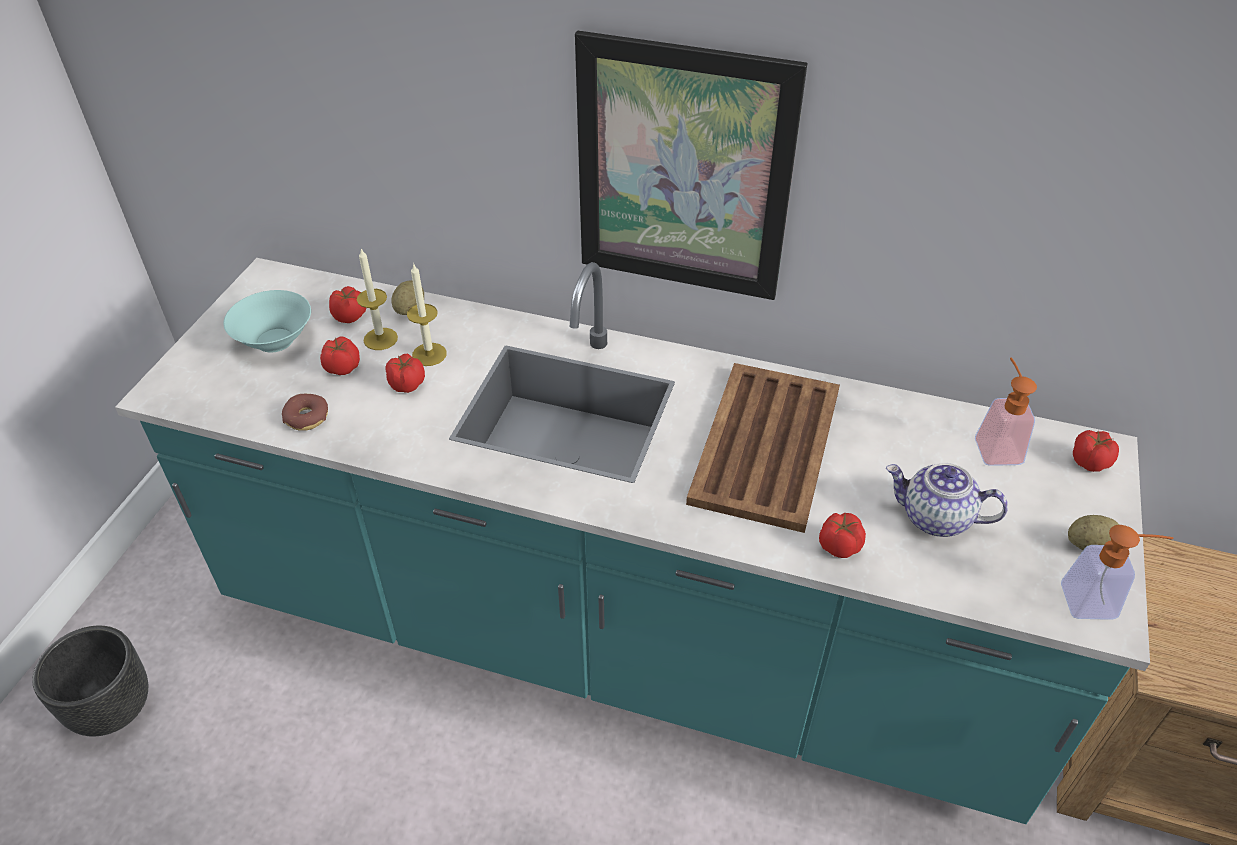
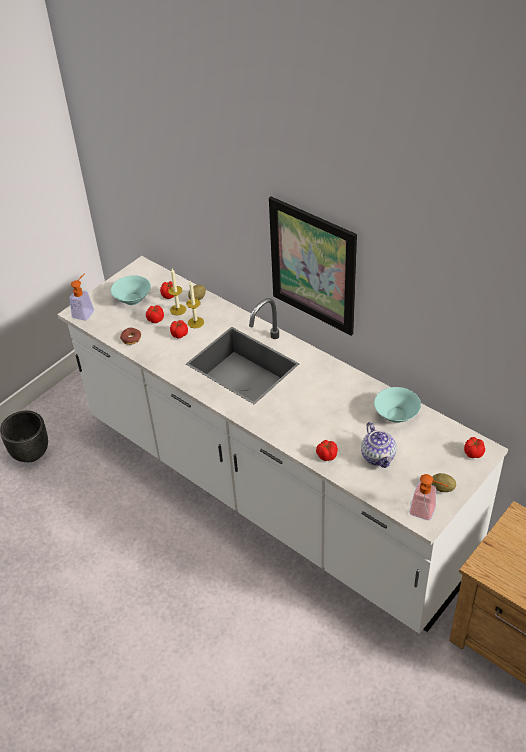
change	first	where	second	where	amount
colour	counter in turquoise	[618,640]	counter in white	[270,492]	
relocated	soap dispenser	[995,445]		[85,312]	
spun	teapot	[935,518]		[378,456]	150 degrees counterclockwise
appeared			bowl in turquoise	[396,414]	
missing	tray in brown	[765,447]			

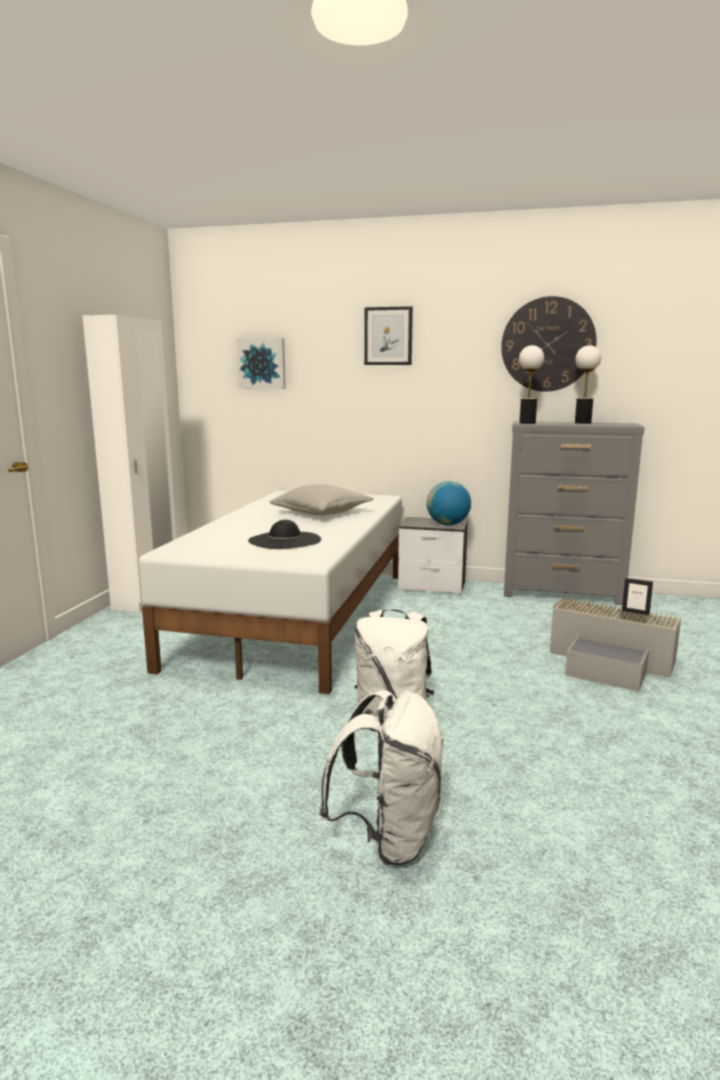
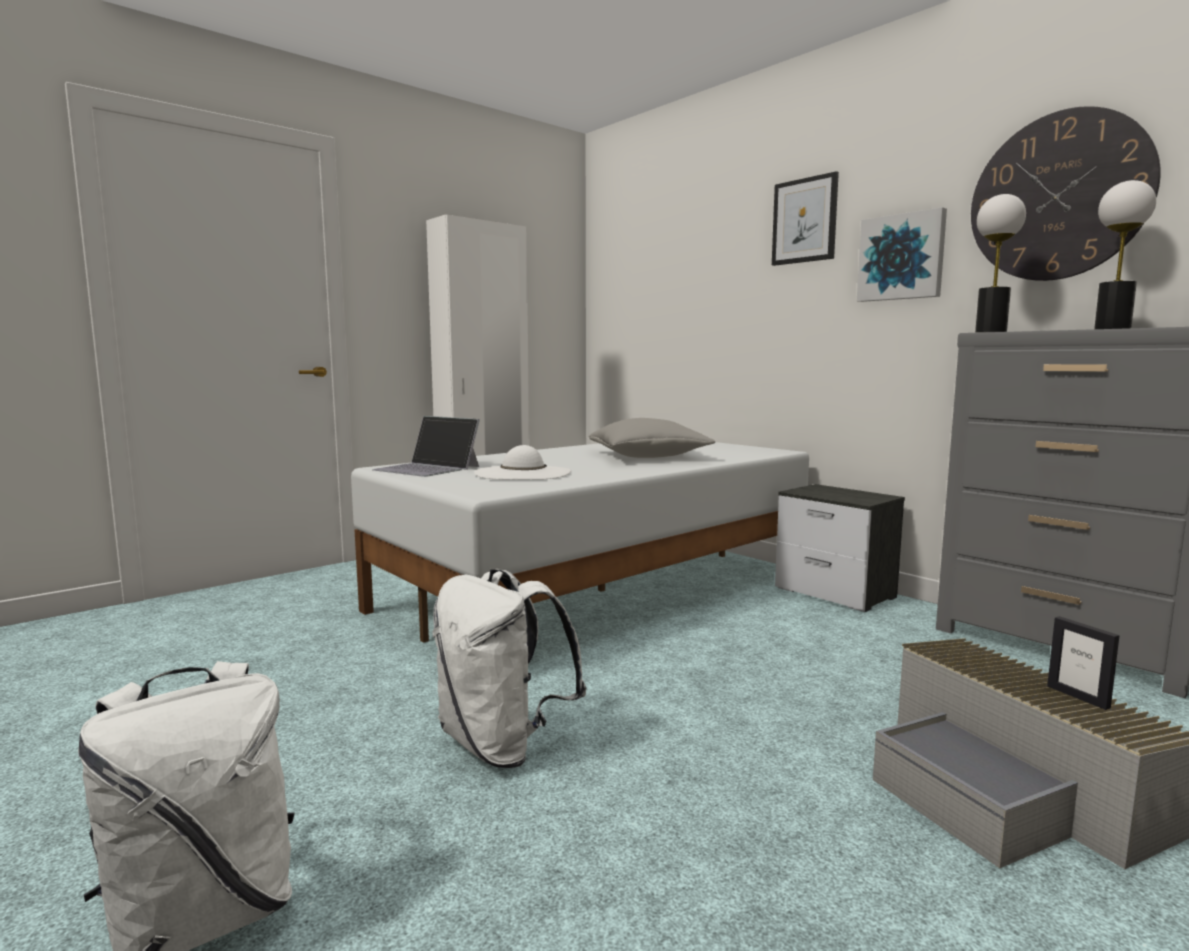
change	first	where	second	where	amount
appeared			laptop	[427,468]	
colour	hat in black	[284,540]	hat in white	[522,473]	
relocated	picture	[262,363]		[902,257]	
missing	globe	[448,524]			

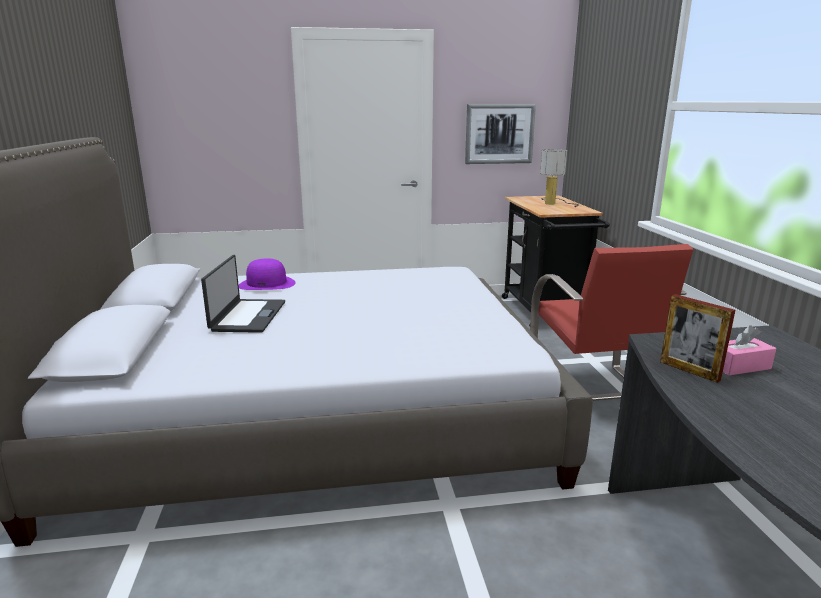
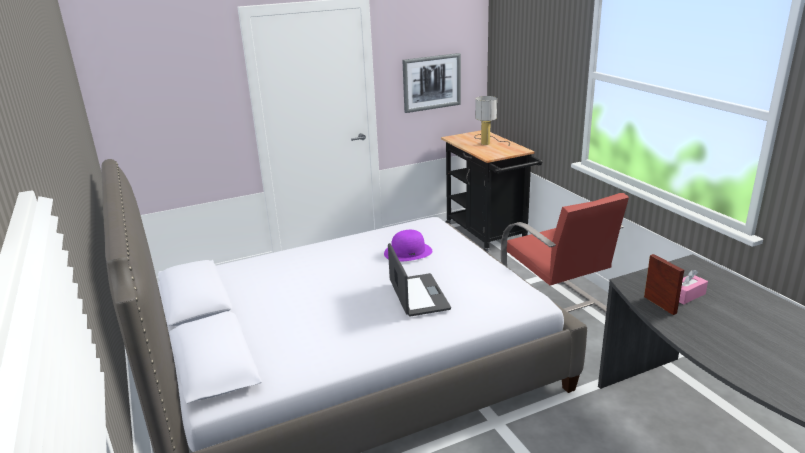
change	first	where	second	where	amount
relocated	hat in purple	[267,284]		[408,252]	
relocated	laptop	[247,316]		[418,295]	
spun	picture frame	[689,371]		[660,305]	150 degrees counterclockwise

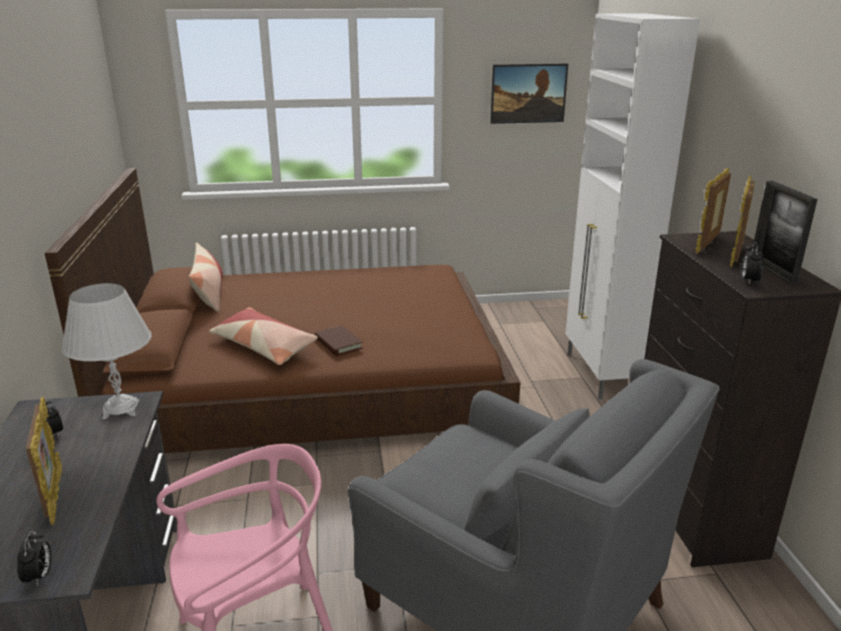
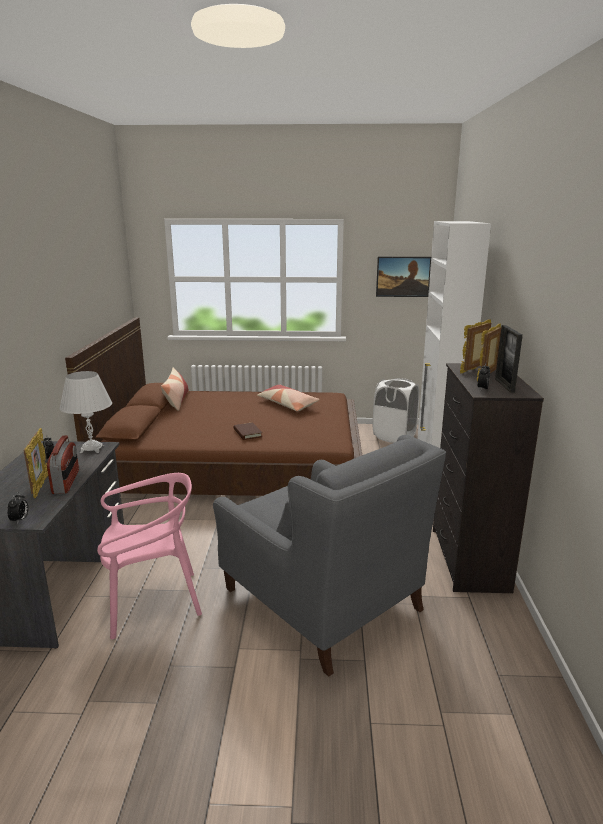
change	first	where	second	where	amount
appeared			radio	[66,482]	
relocated	pillow	[264,346]		[288,404]	
appeared			laundry basket in white	[394,436]	

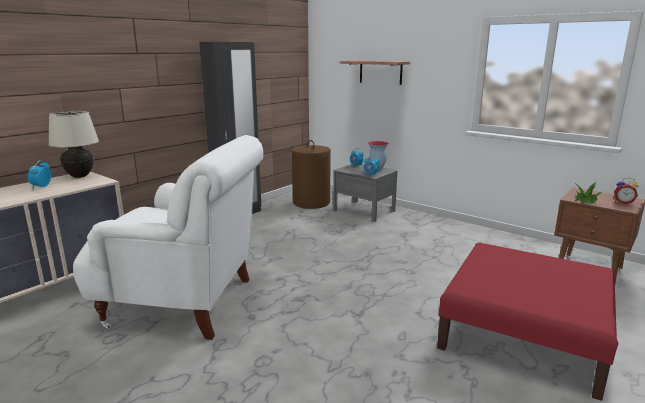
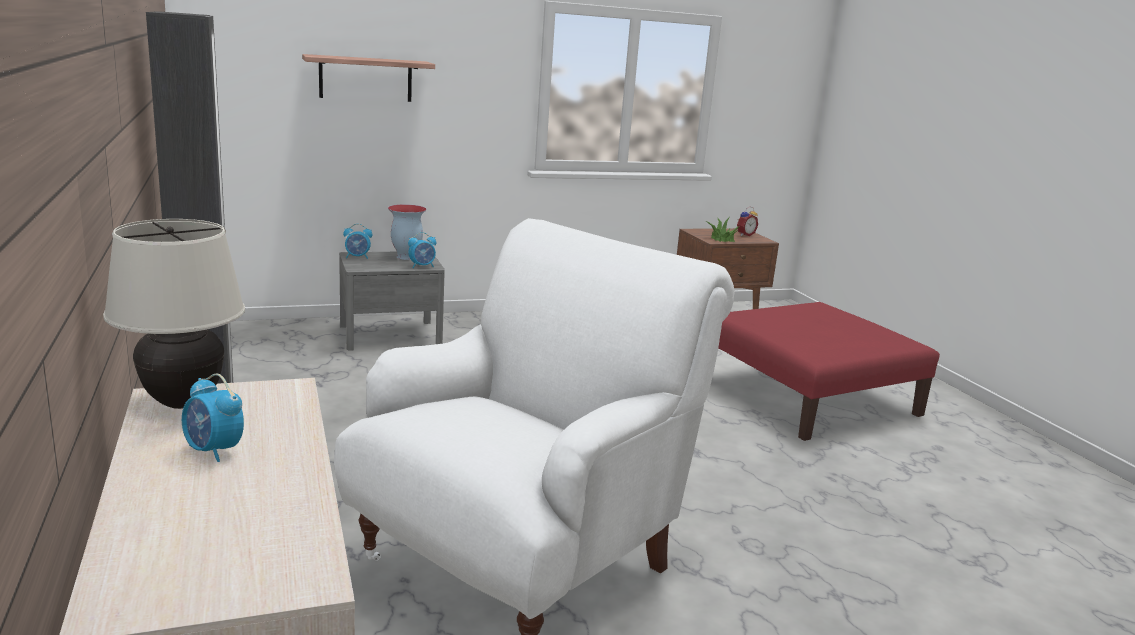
change	first	where	second	where	amount
missing	laundry basket in brown	[311,202]			

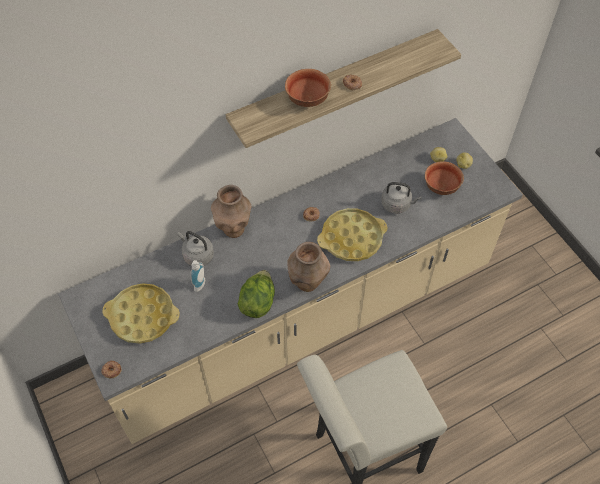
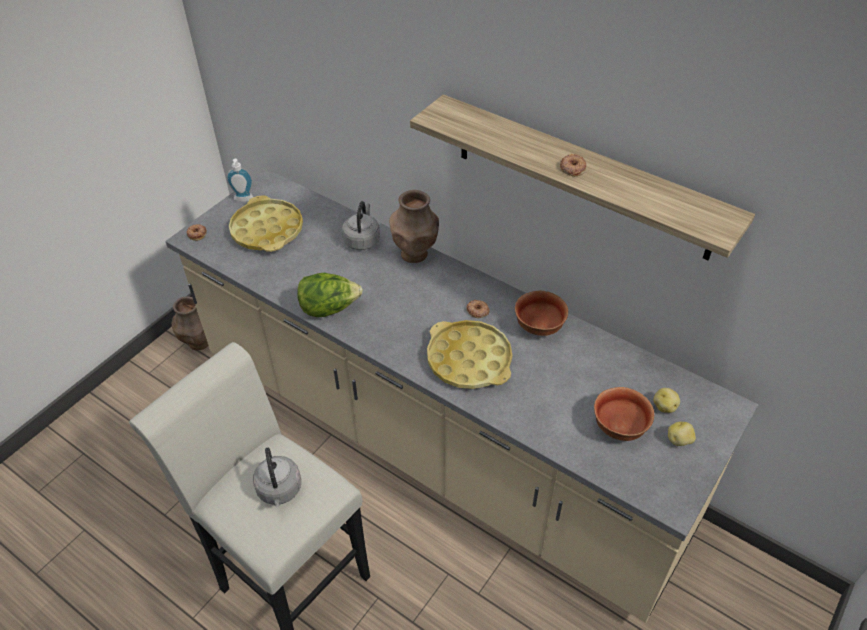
change	first	where	second	where	amount
relocated	vase in brown	[307,283]		[199,343]	
relocated	soap dispenser	[201,285]		[243,200]	
relocated	kettle in grey	[397,204]		[279,491]	
relocated	bowl	[307,100]		[538,326]	

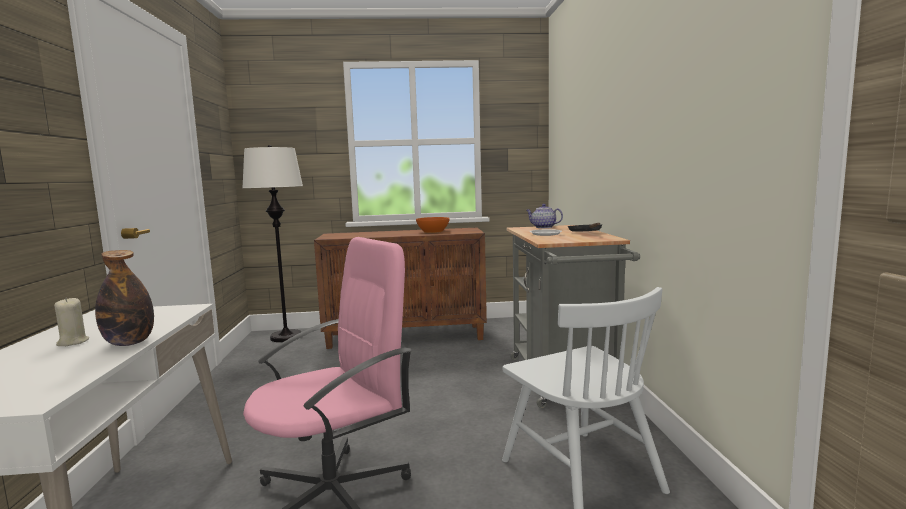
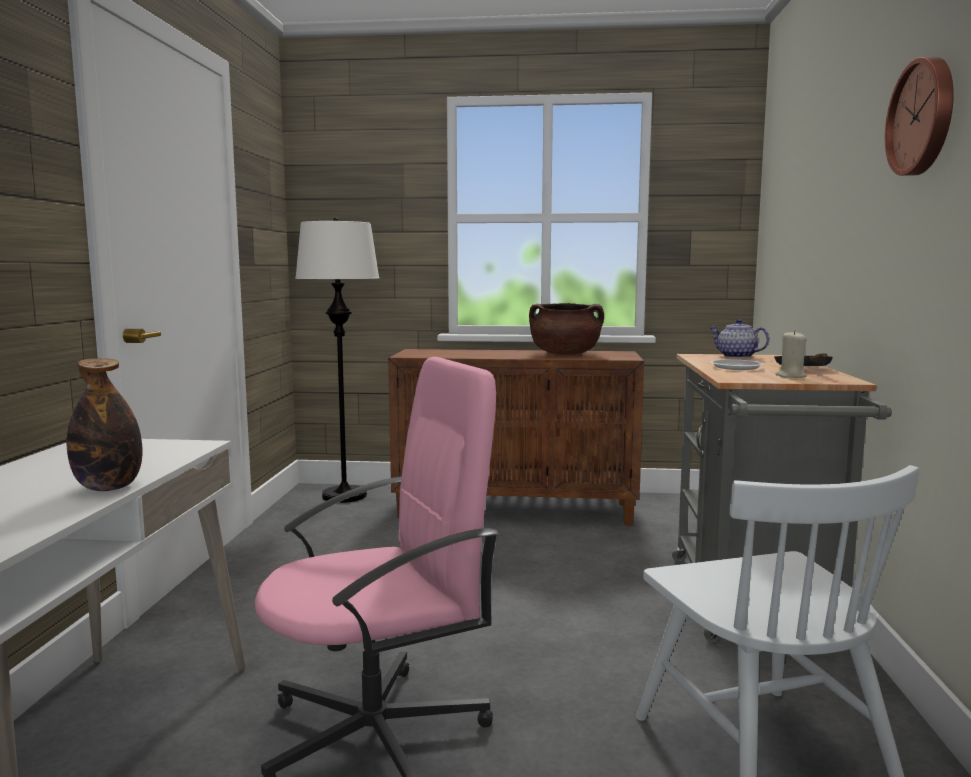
change	first	where	second	where	amount
exchanged	bowl in orange	[433,231]	cooking pot in brown	[565,354]	
relocated	candle in beige	[72,342]		[790,376]	
appeared			wall clock	[923,117]	

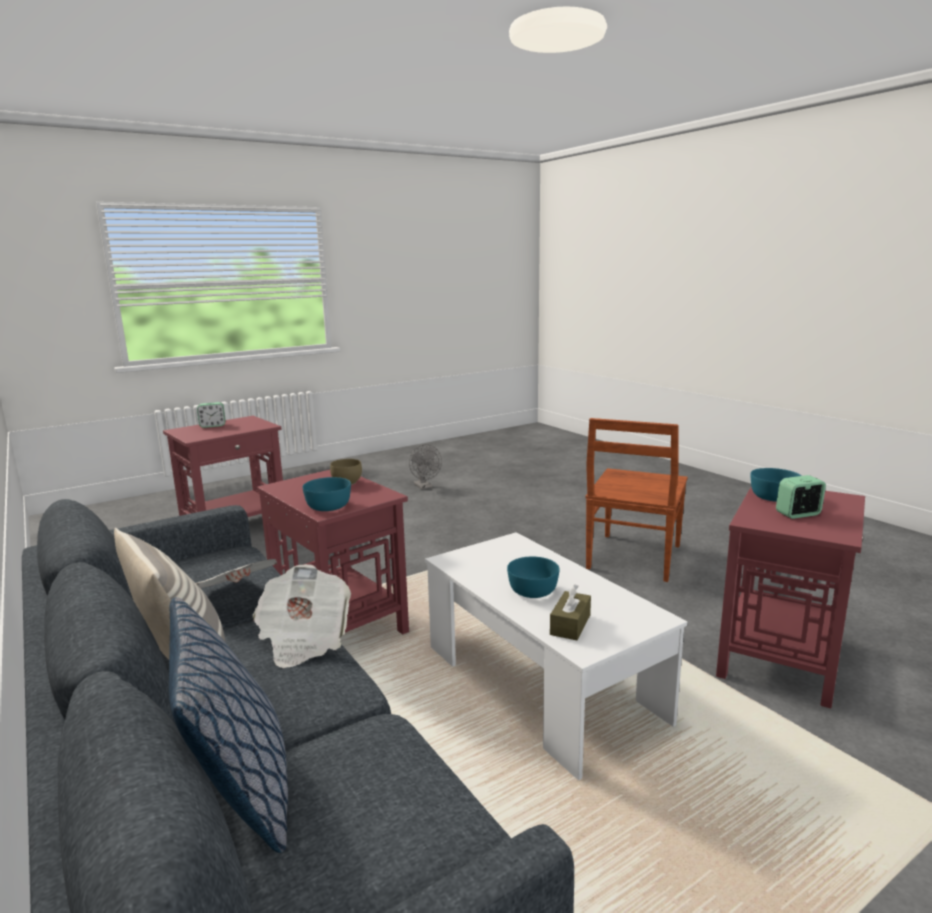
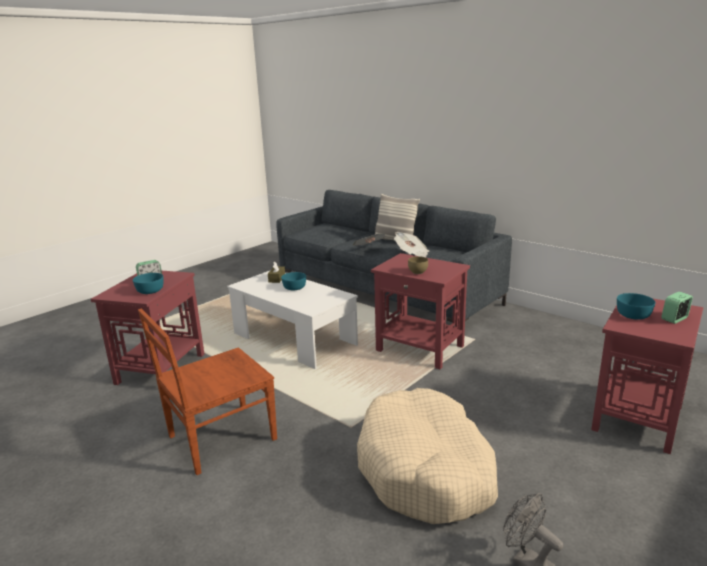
change	first	where	second	where	amount
spun	chair in brown	[633,558]		[219,439]	135 degrees counterclockwise
appeared			dog bed in beige	[426,470]	
relocated	bowl in turquoise	[329,506]		[633,315]	
missing	pillow	[240,793]			

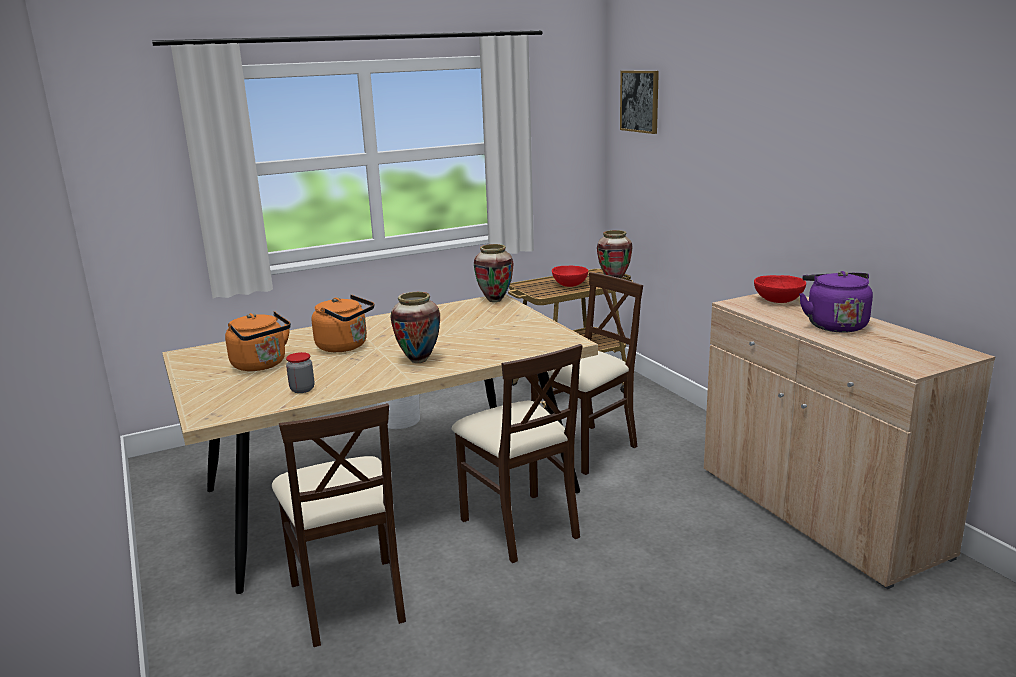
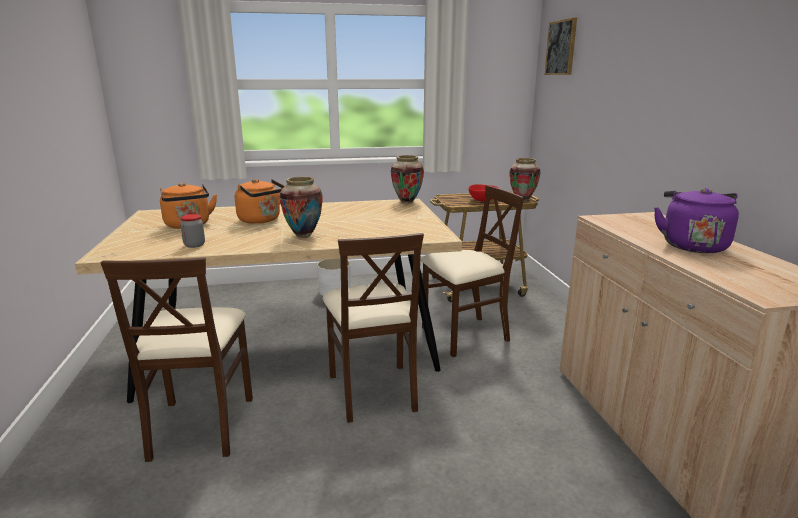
change	first	where	second	where	amount
missing	bowl in red	[777,301]			

